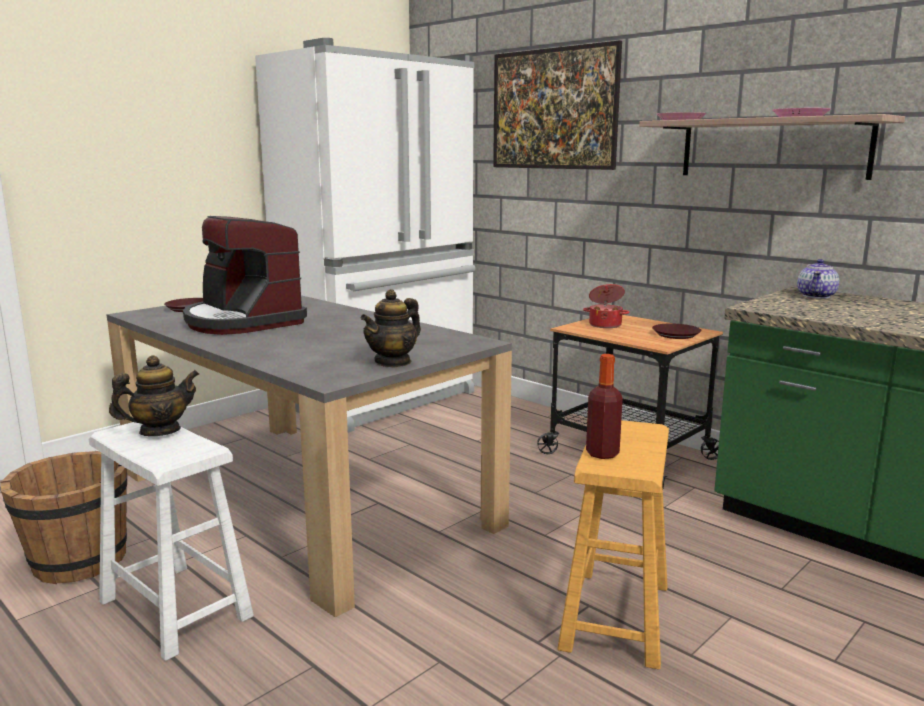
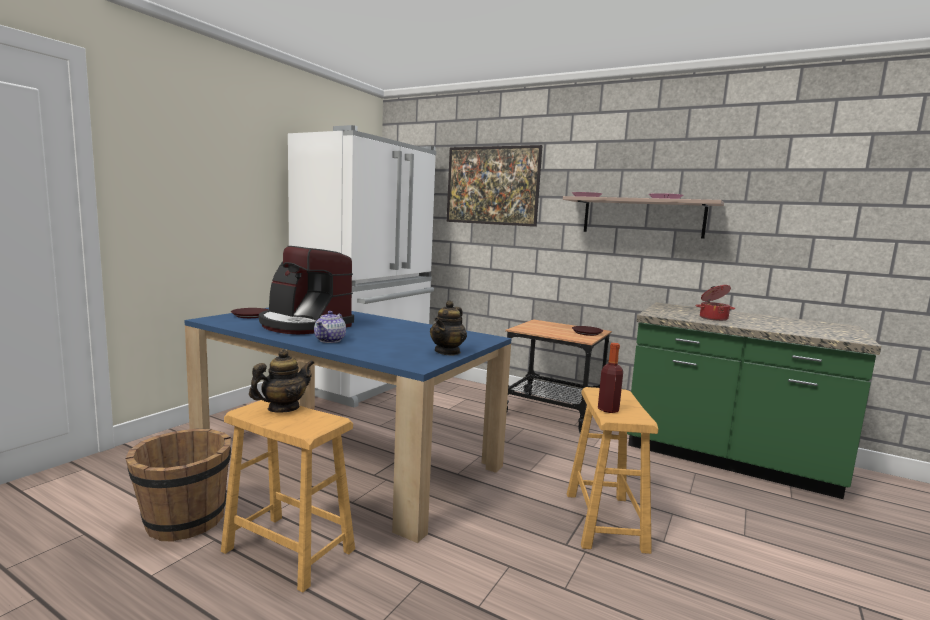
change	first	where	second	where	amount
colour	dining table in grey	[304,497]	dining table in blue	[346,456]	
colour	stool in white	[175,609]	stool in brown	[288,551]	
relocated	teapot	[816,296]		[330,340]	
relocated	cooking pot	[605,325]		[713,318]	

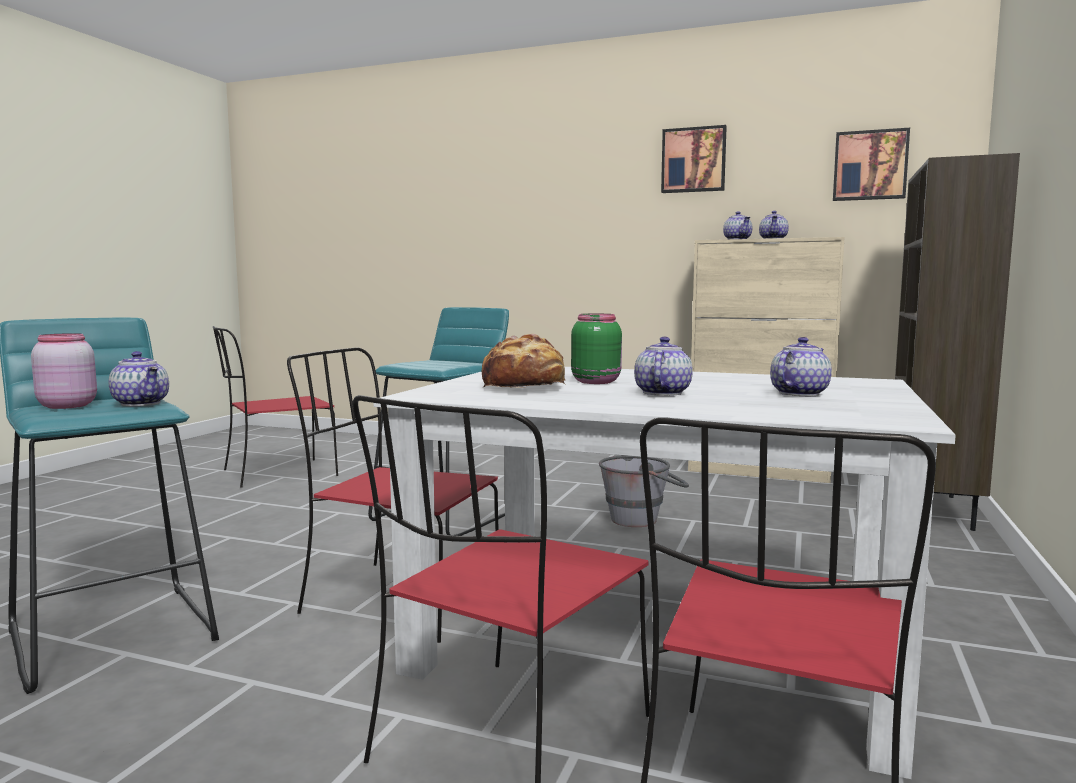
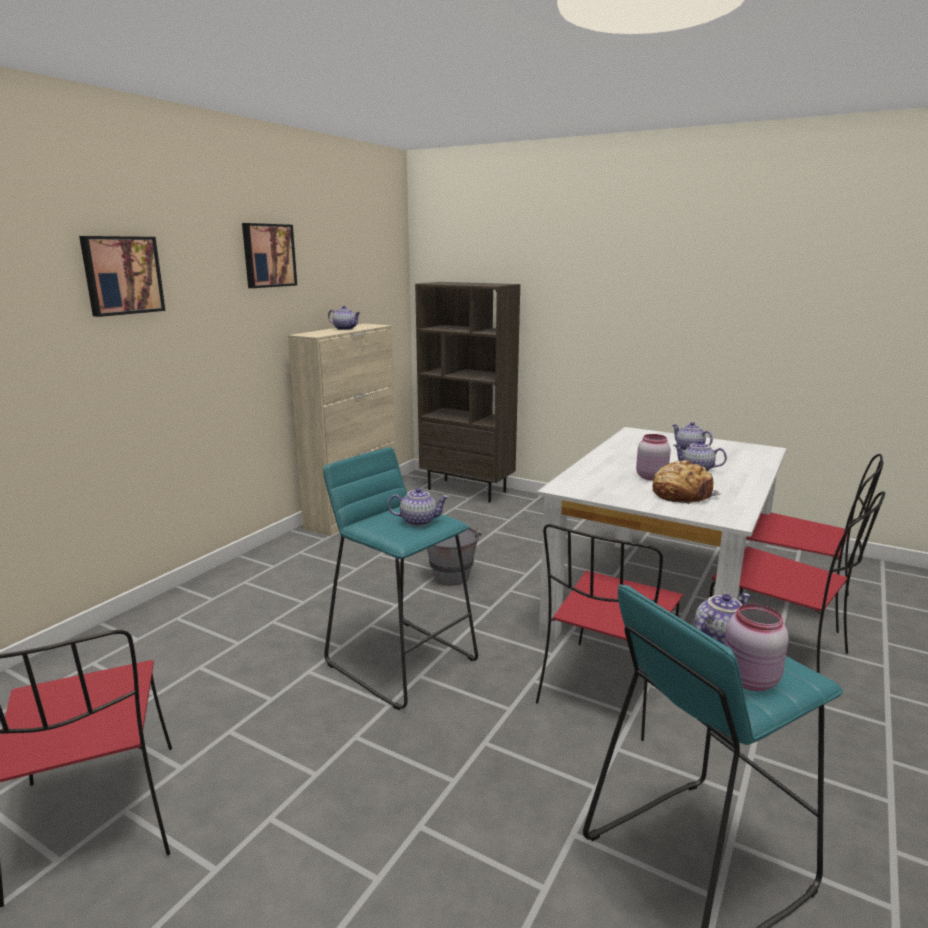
change	first	where	second	where	amount
relocated	picture	[870,165]		[122,275]	
relocated	teapot	[737,239]		[419,521]	
colour	jar in green	[596,382]	jar in pink	[650,477]	

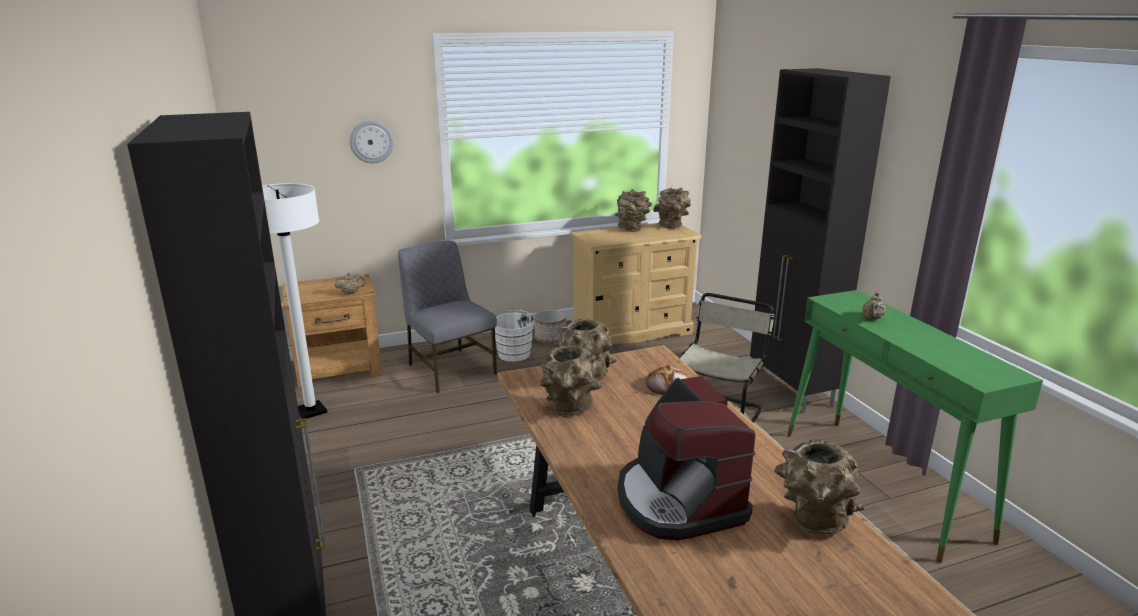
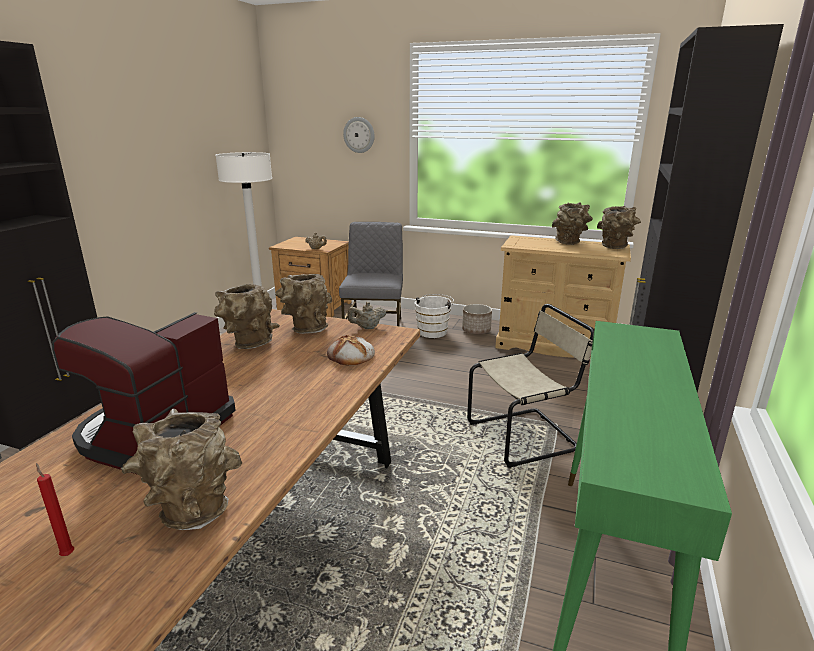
change	first	where	second	where	amount
appeared			candle in red	[67,554]	
relocated	teapot in beige	[872,318]		[367,328]	

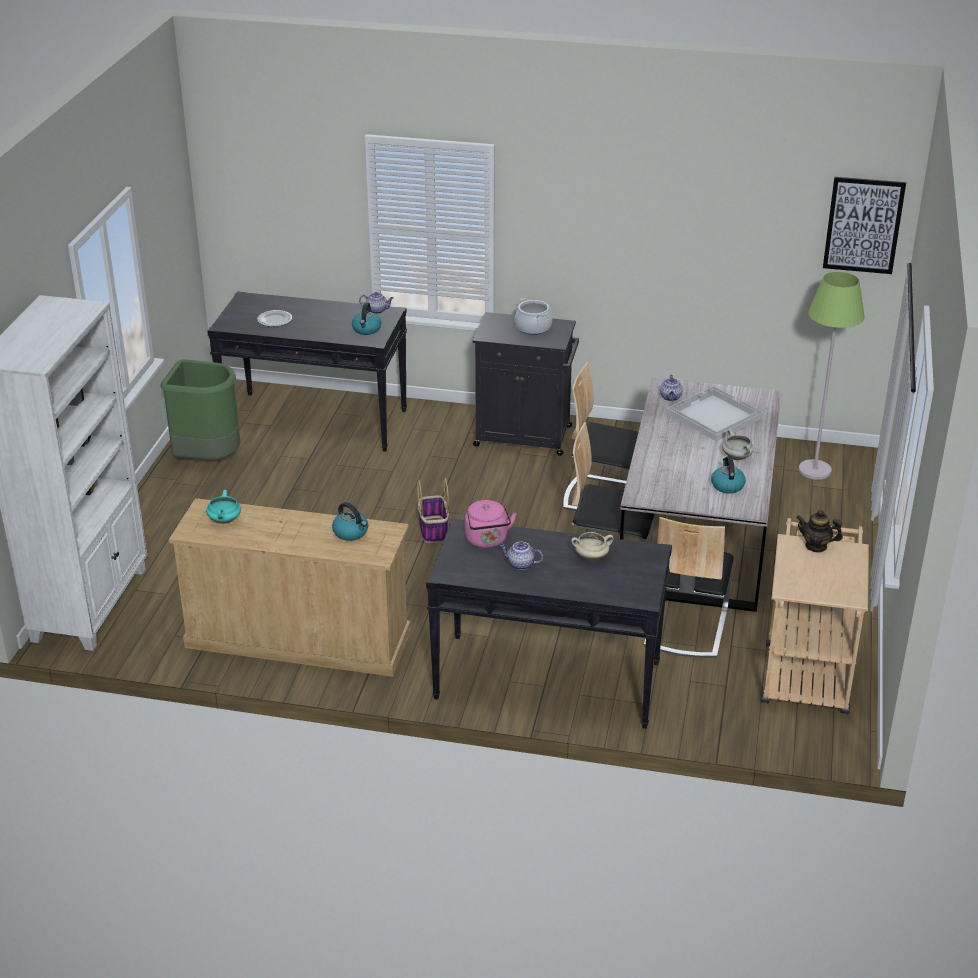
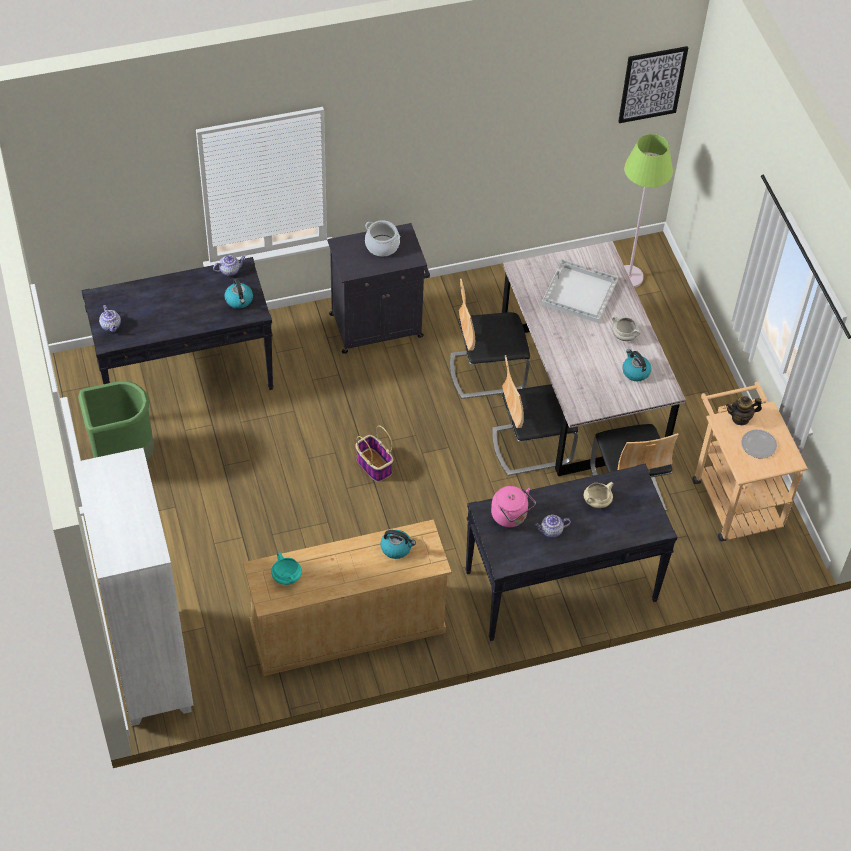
change	first	where	second	where	amount
relocated	teapot	[671,397]		[111,326]	
relocated	plate	[275,320]		[759,445]	

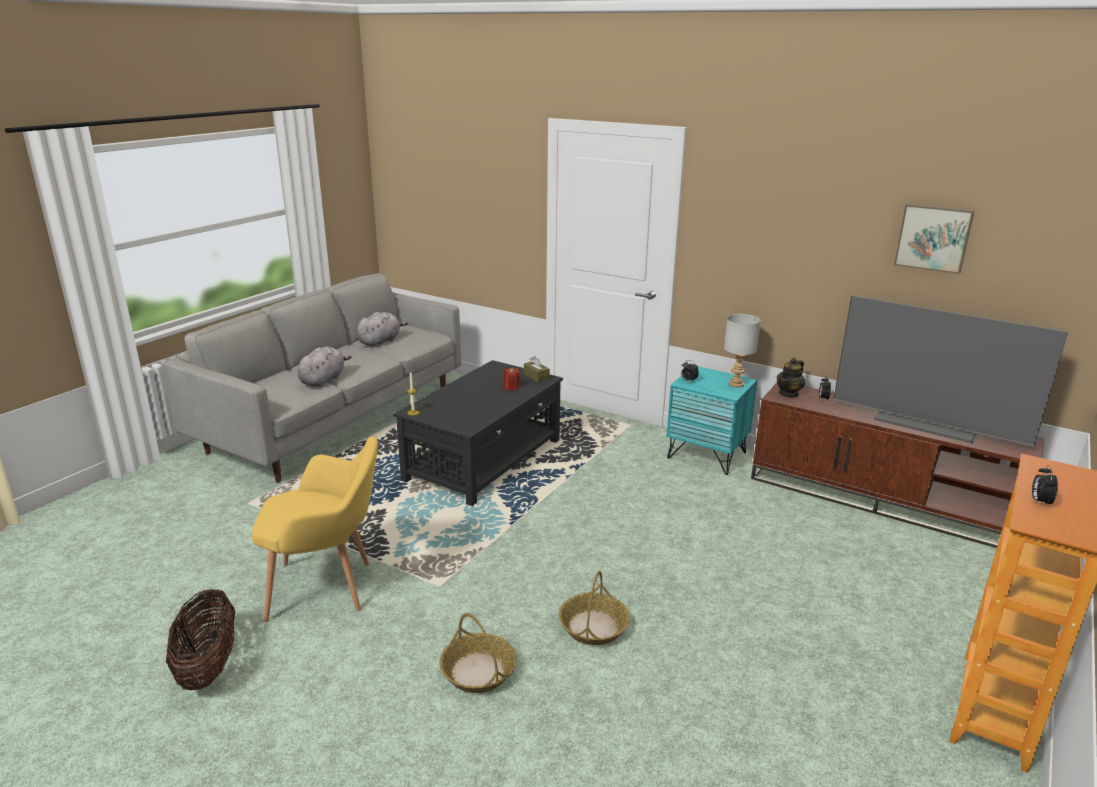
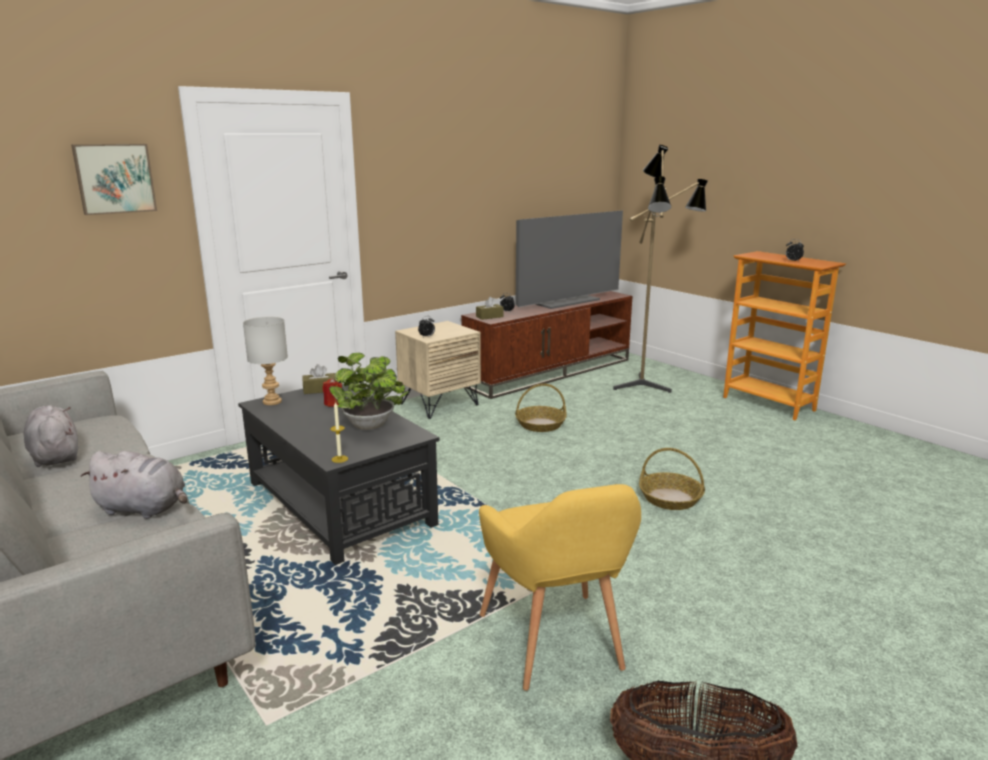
change	first	where	second	where	amount
relocated	picture	[933,237]		[114,178]	
spun	plush toy in grey	[323,380]		[144,509]	150 degrees clockwise
relocated	table lamp in grey	[735,384]		[272,402]	
appeared			potted plant	[371,427]	
colour	nightstand in turquoise	[707,455]	nightstand in beige	[439,404]	
exchanged	teapot	[789,394]	tissue box in brown	[489,317]	
spun	armchair in yellow	[328,589]		[556,648]	150 degrees clockwise
relocated	basket	[478,671]		[540,424]	
appeared			floor lamp	[648,386]	

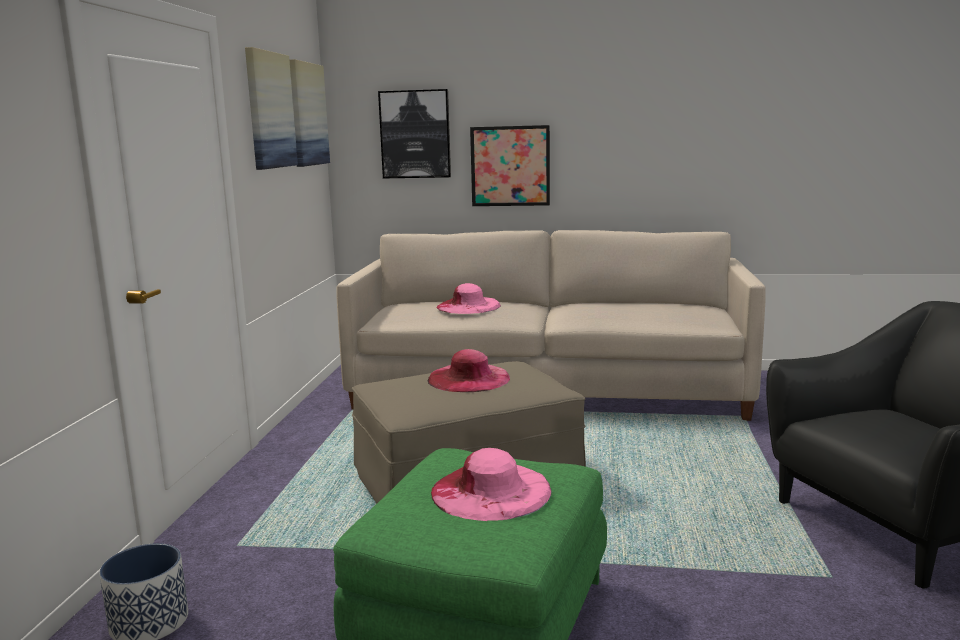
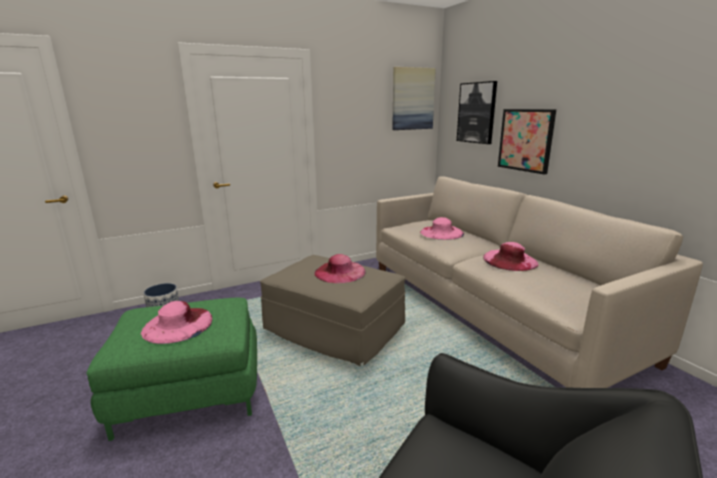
change	first	where	second	where	amount
appeared			hat in pink	[510,260]	
missing	picture	[269,110]			

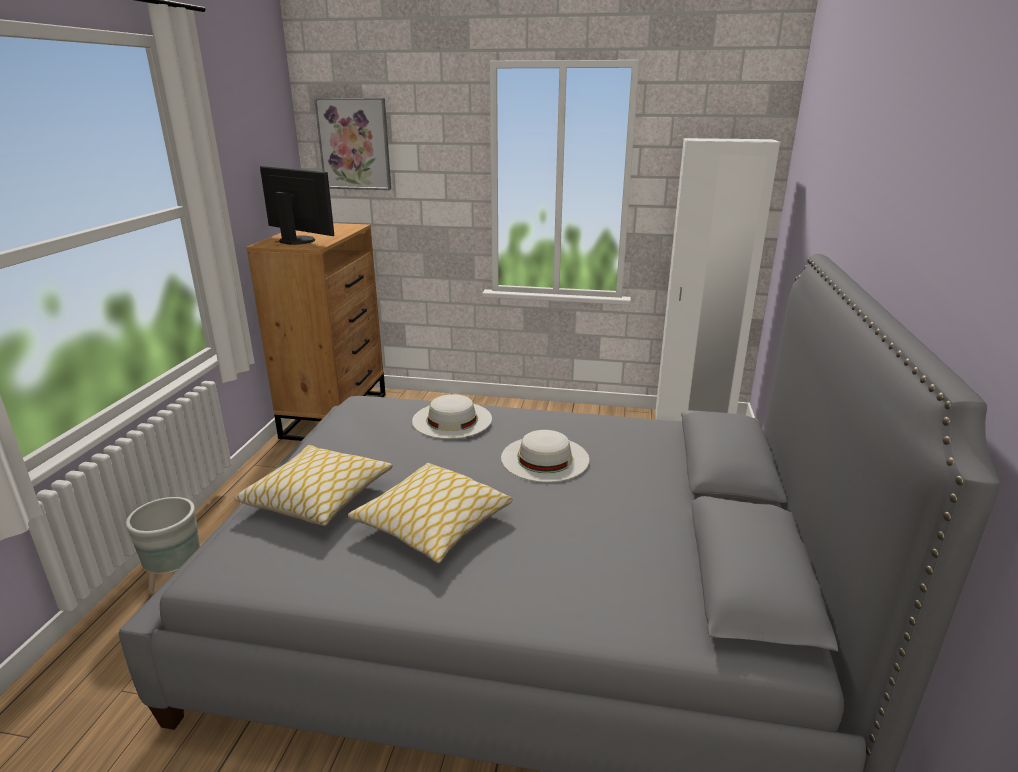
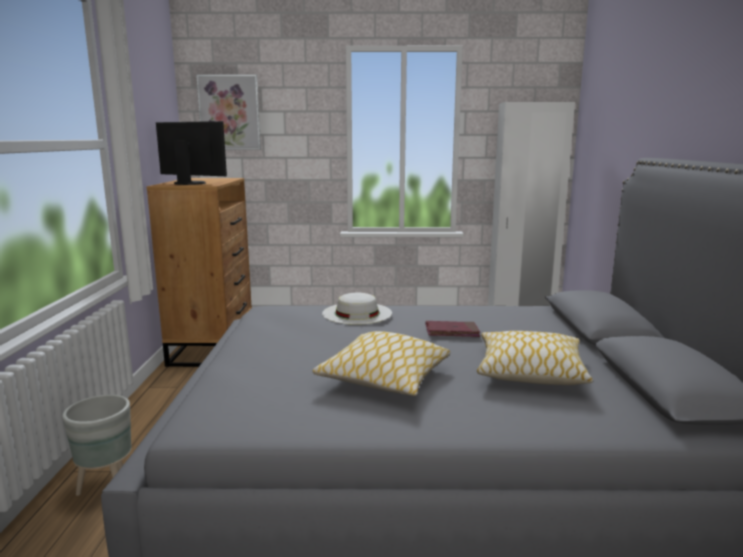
change	first	where	second	where	amount
exchanged	hat in white	[544,458]	book in red	[452,331]	
relocated	pillow	[318,497]		[529,371]	

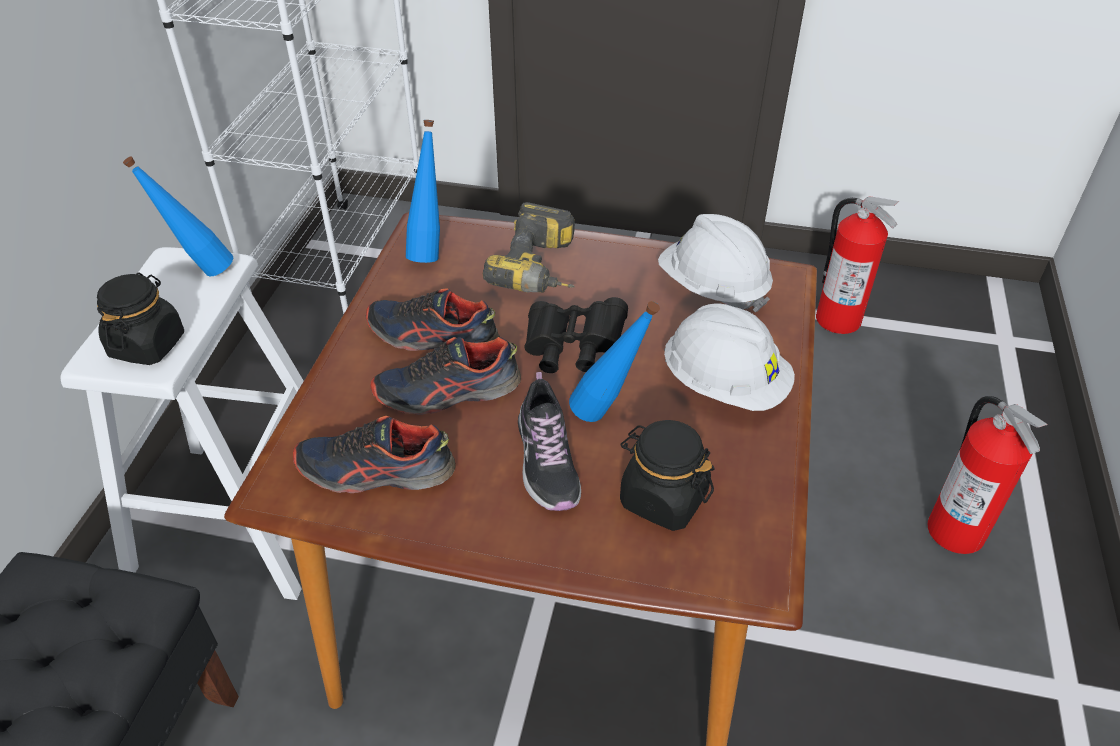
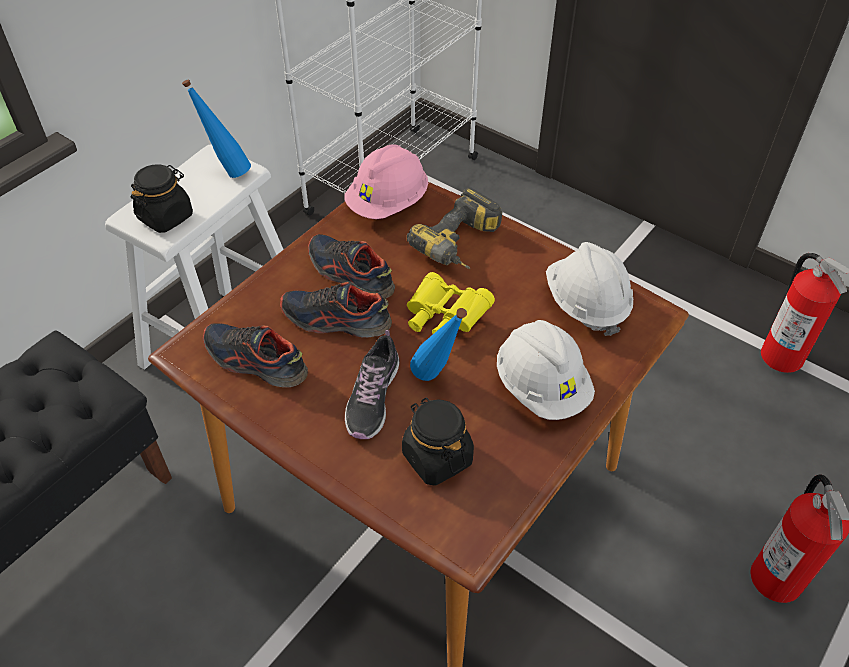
change	first	where	second	where	amount
exchanged	bottle in blue	[430,251]	hard hat in pink	[388,204]	
colour	binoculars in black	[572,350]	binoculars in yellow	[444,318]	

